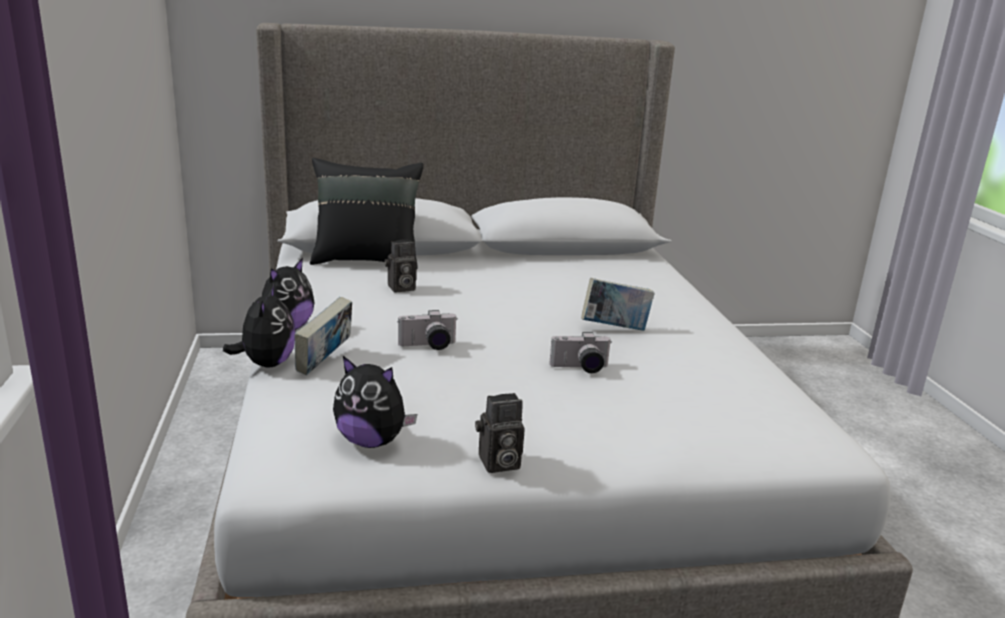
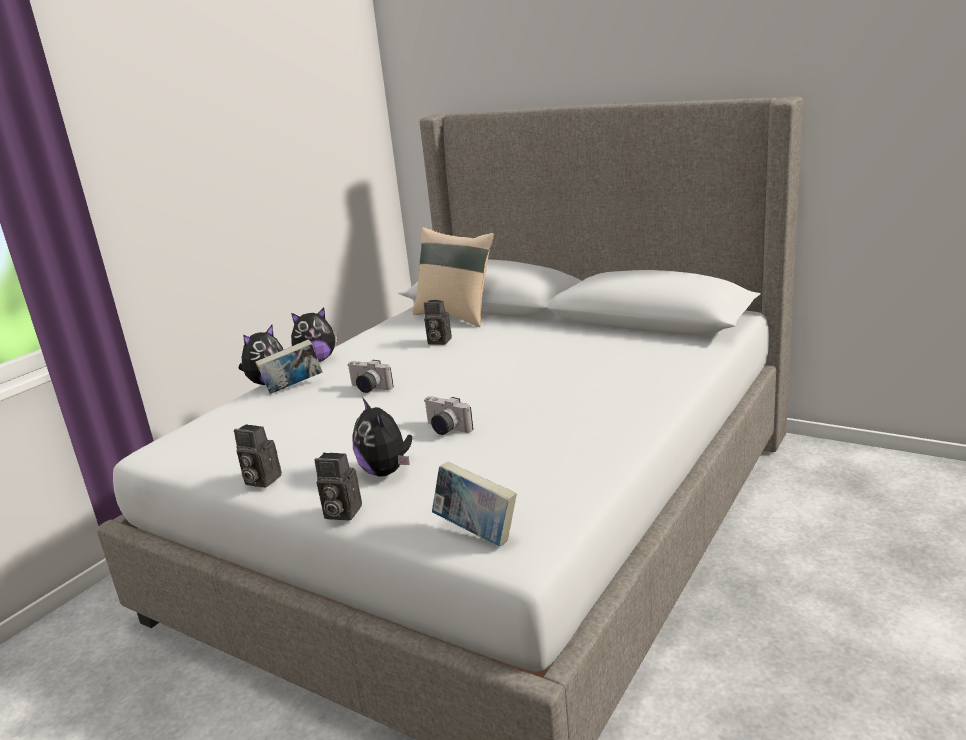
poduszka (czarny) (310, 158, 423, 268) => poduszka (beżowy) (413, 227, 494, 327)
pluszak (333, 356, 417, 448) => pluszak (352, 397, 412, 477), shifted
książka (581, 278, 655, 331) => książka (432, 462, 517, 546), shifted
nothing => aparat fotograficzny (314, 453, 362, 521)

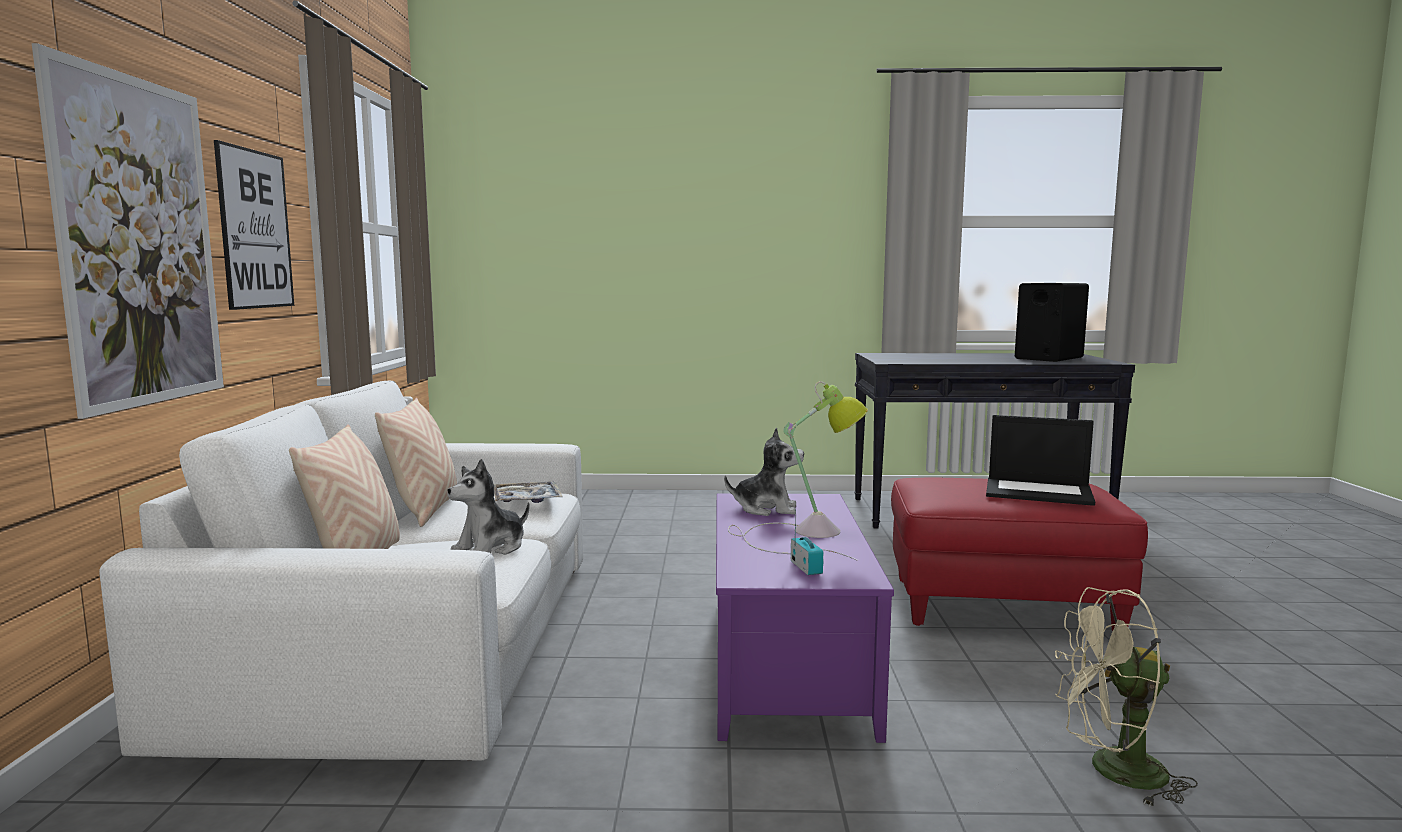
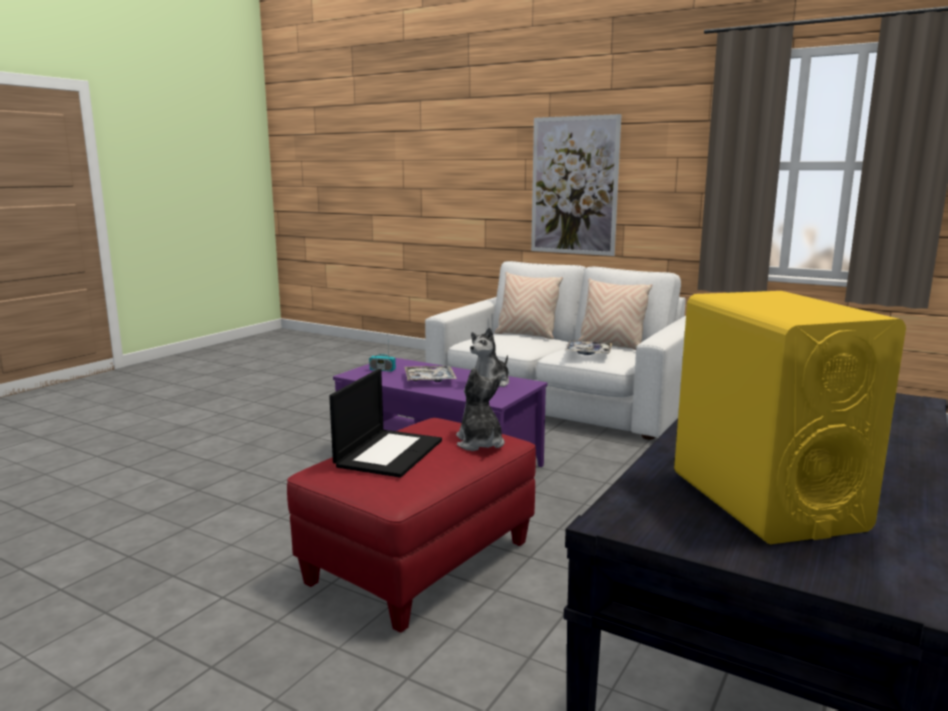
obraz (214, 140, 294, 310) => nothing
pluszak (447, 459, 530, 555) => pluszak (456, 367, 505, 451), shifted
lampa stołowa (728, 381, 868, 561) => taca (404, 366, 457, 382)
laptop (986, 415, 1095, 506) => laptop (329, 369, 442, 478), 150 degrees clockwise
głośnik (czarny) (1015, 283, 1089, 362) => głośnik (żółty) (674, 291, 906, 544)
wentylator (beżowy) (1055, 587, 1198, 808) => nothing

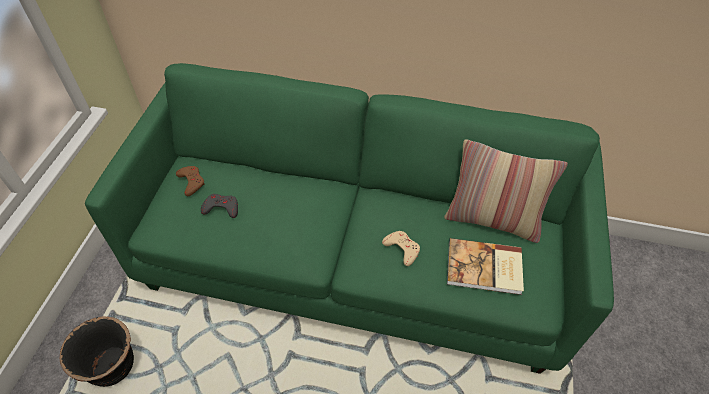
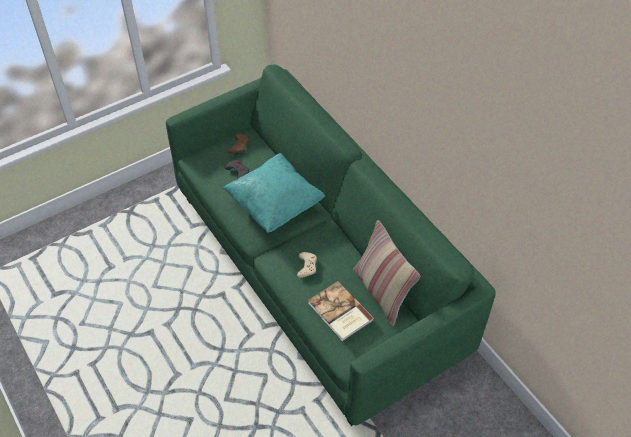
donica (czarny) (60, 317, 134, 387) => nothing
nothing => poduszka (turkusowy) (223, 153, 326, 233)

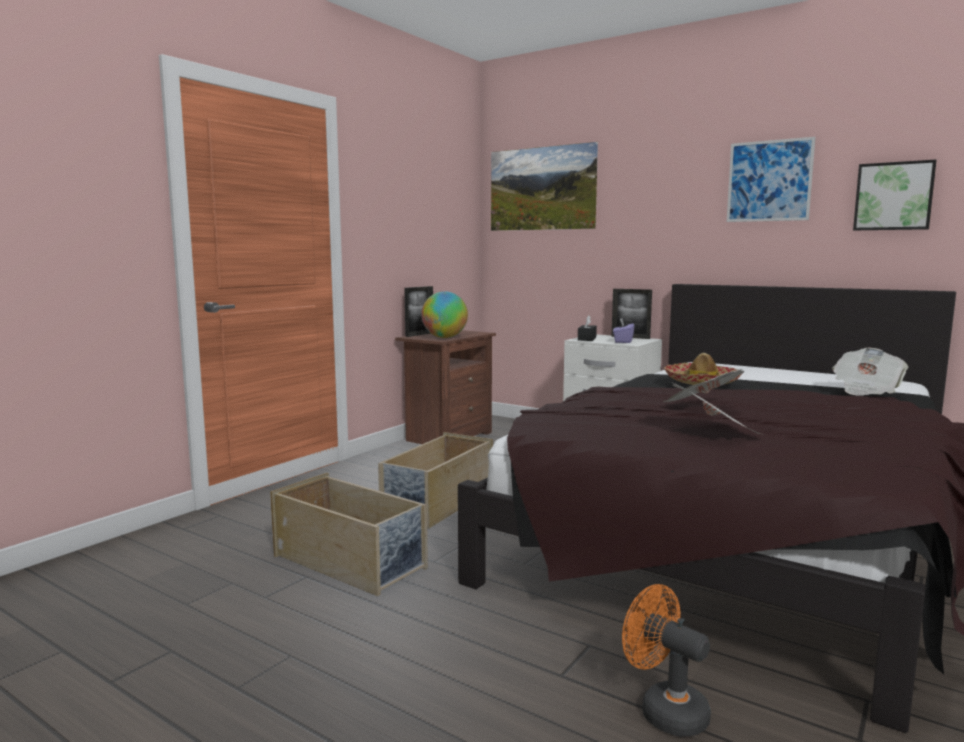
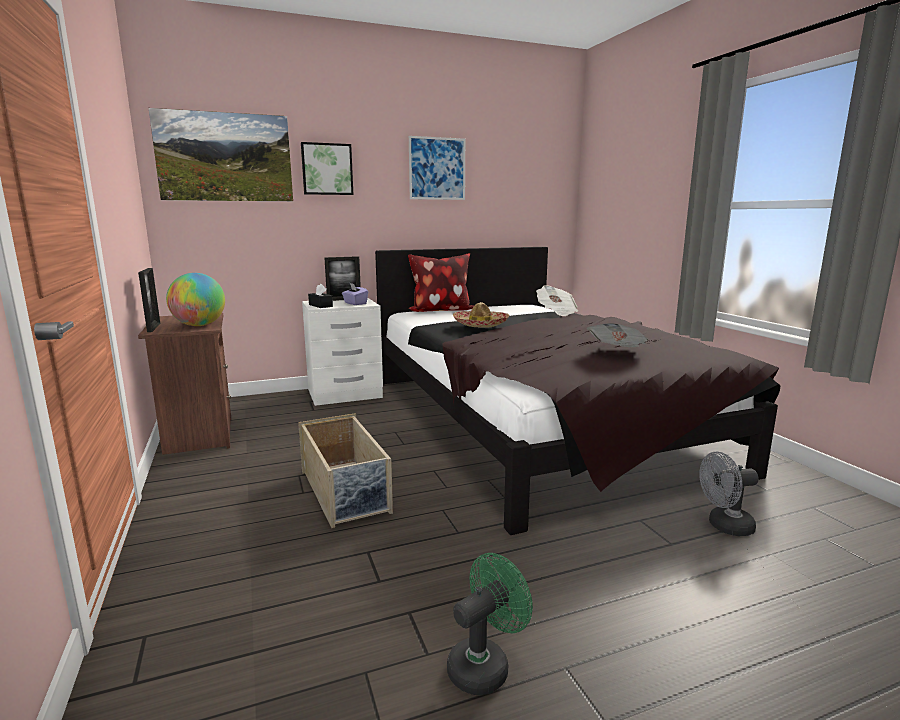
pojemnik do przechowywania (beżowy) (270, 473, 428, 596) => nothing
wentylator (pomarańczowy) (622, 584, 711, 737) => wentylator (szary) (699, 452, 759, 536)
gazeta (663, 369, 744, 402) => nothing
obraz (853, 160, 937, 230) => obraz (301, 142, 353, 195), shifted
nothing => poduszka (408, 253, 474, 312)
nothing => wentylator (zielony) (447, 553, 533, 695)

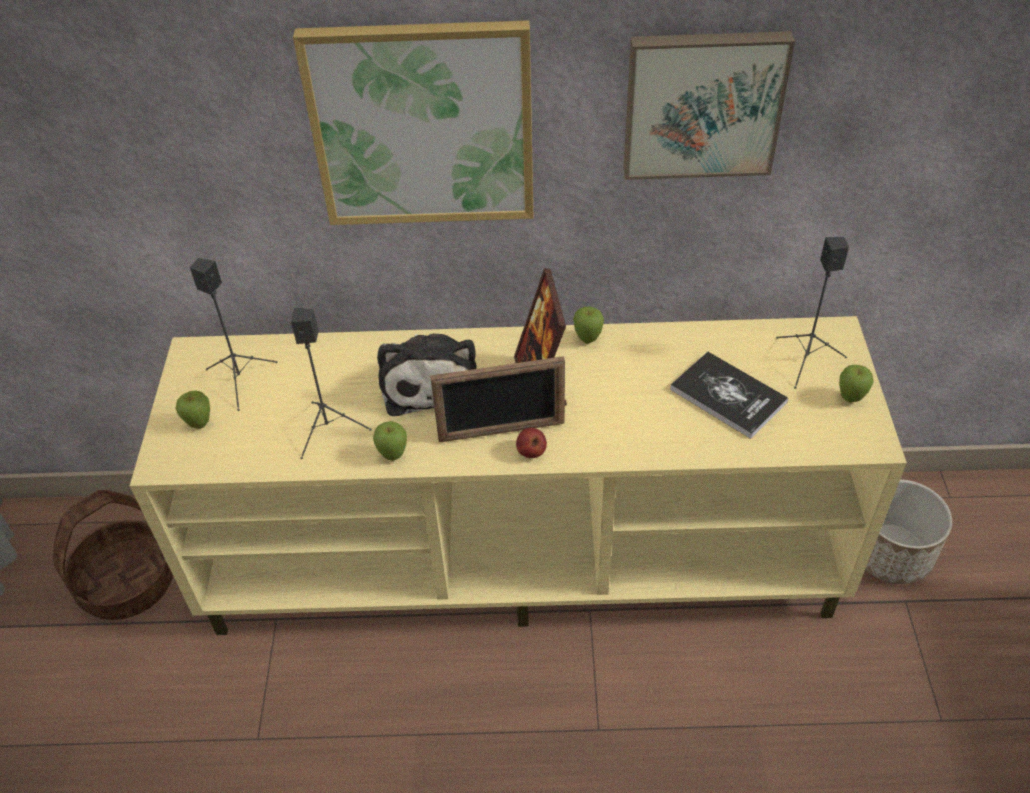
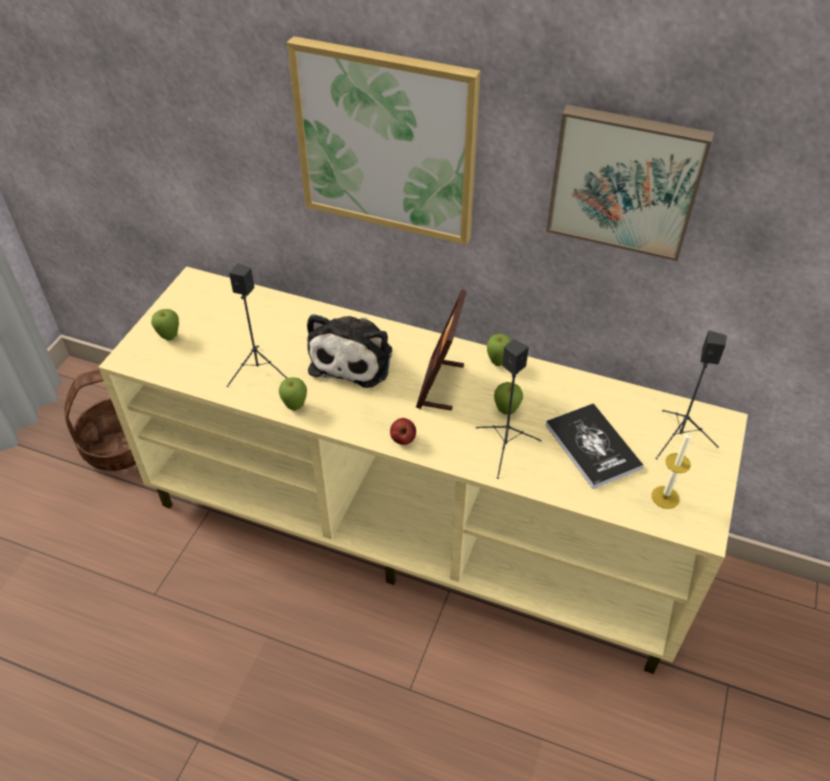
głośnik (czarny) (190, 258, 277, 411) => głośnik (czarny) (476, 339, 542, 479), shifted
ramka na zdjęcie (430, 356, 565, 442) => nothing
jabłko (839, 365, 874, 402) => jabłko (494, 382, 523, 415), shifted
donica (865, 479, 952, 584) => nothing
nothing => świeca (651, 431, 691, 509)

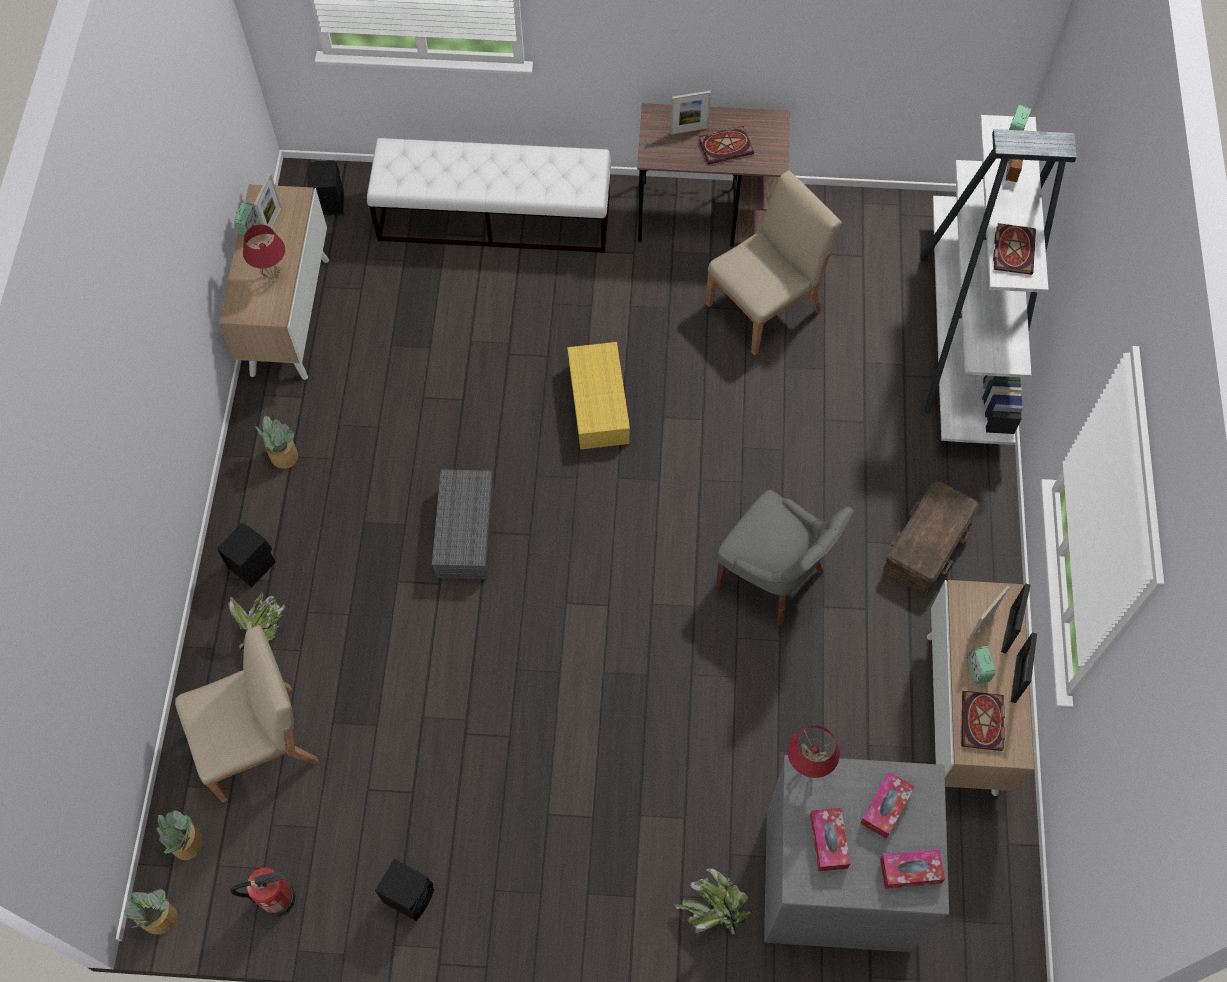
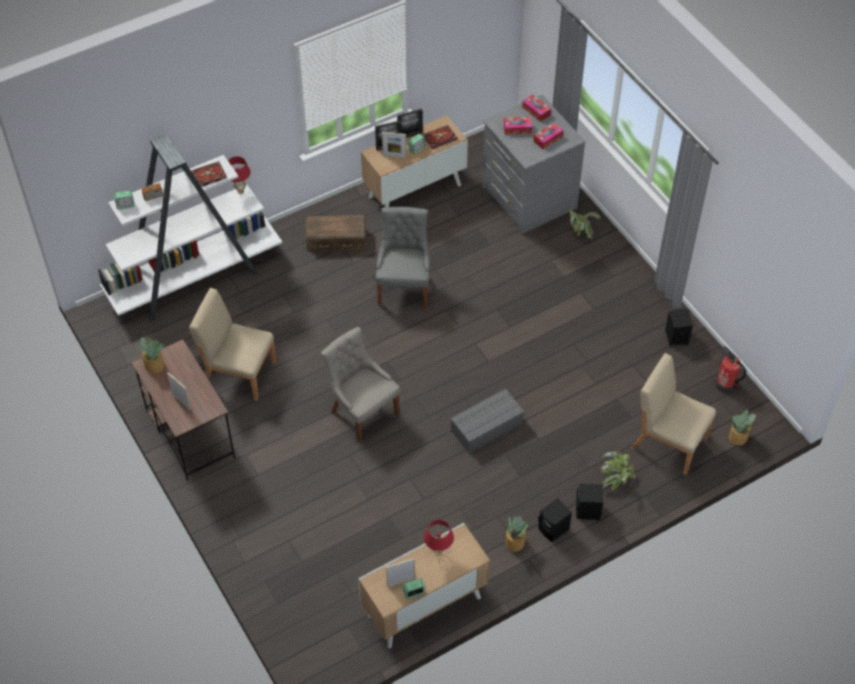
roślina doniczkowa (124, 889, 177, 935) => roślina doniczkowa (138, 337, 164, 374), shifted
głośnik (czarny) (307, 161, 344, 216) => głośnik (czarny) (538, 498, 572, 542), shifted
ławka (biały) (367, 138, 611, 253) => nothing
pojemnik do przechowywania (żółty) (567, 342, 630, 449) => krzesło (szary) (321, 327, 400, 443)
książka (698, 126, 754, 165) => nothing
lampa stołowa (czerwony) (788, 726, 840, 778) => lampa stołowa (czerwony) (228, 156, 251, 194), shifted

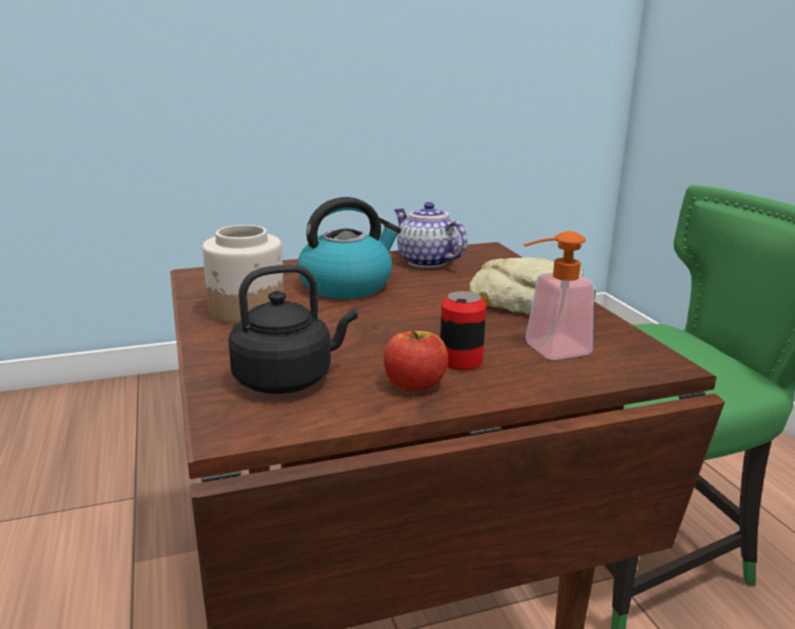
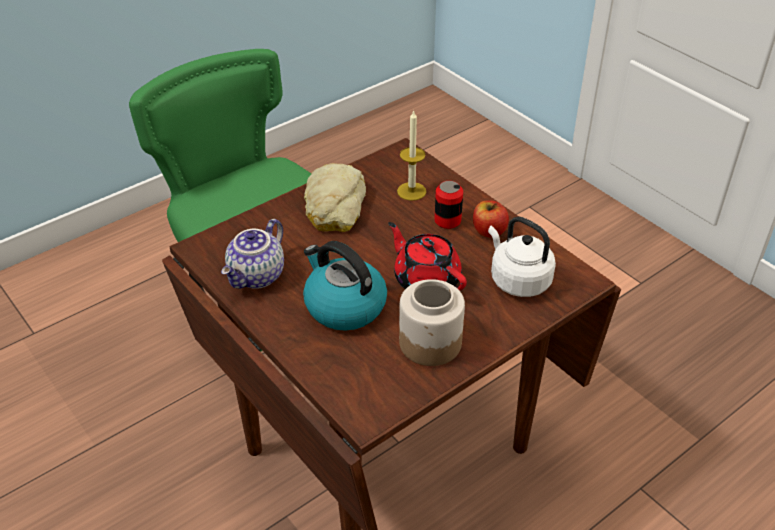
czajnik (czarny) (228, 265, 358, 394) => czajnik (biały) (488, 217, 556, 297)
dozownik mydła (523, 231, 594, 360) => świeca (397, 110, 426, 201)
nothing => imbryk (czerwony) (388, 222, 467, 291)

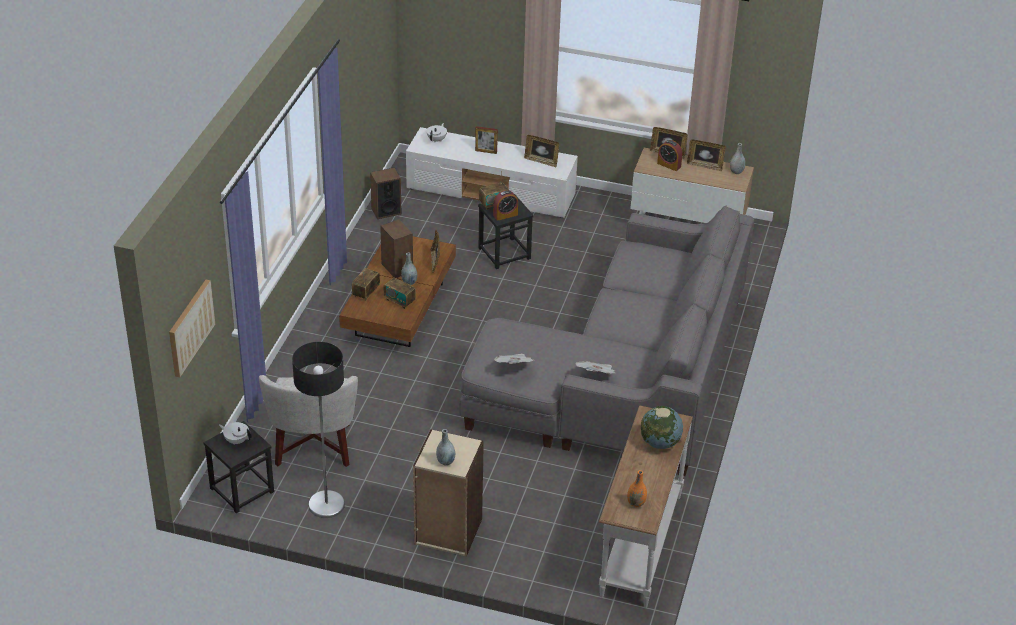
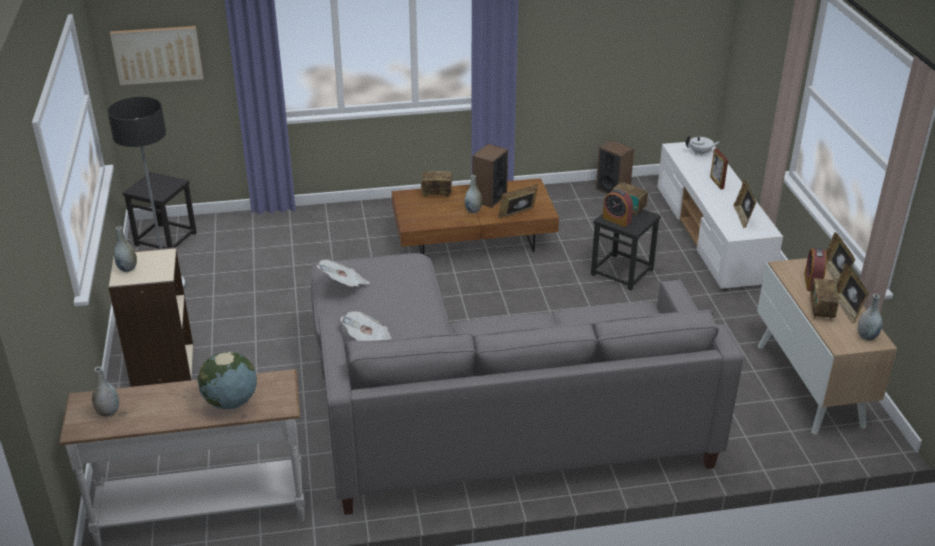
imbryk (biały) (219, 422, 252, 444) => nothing
fotel (biały) (259, 375, 358, 467) => nothing
radio (384, 278, 416, 309) => radio (810, 278, 839, 321), shifted
wazon (pomarańczowy) (627, 470, 647, 507) => wazon (szary) (92, 367, 119, 417)

